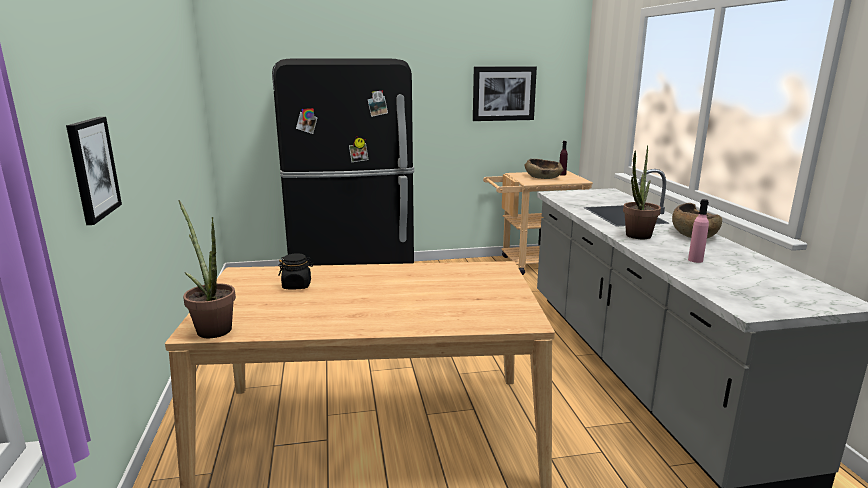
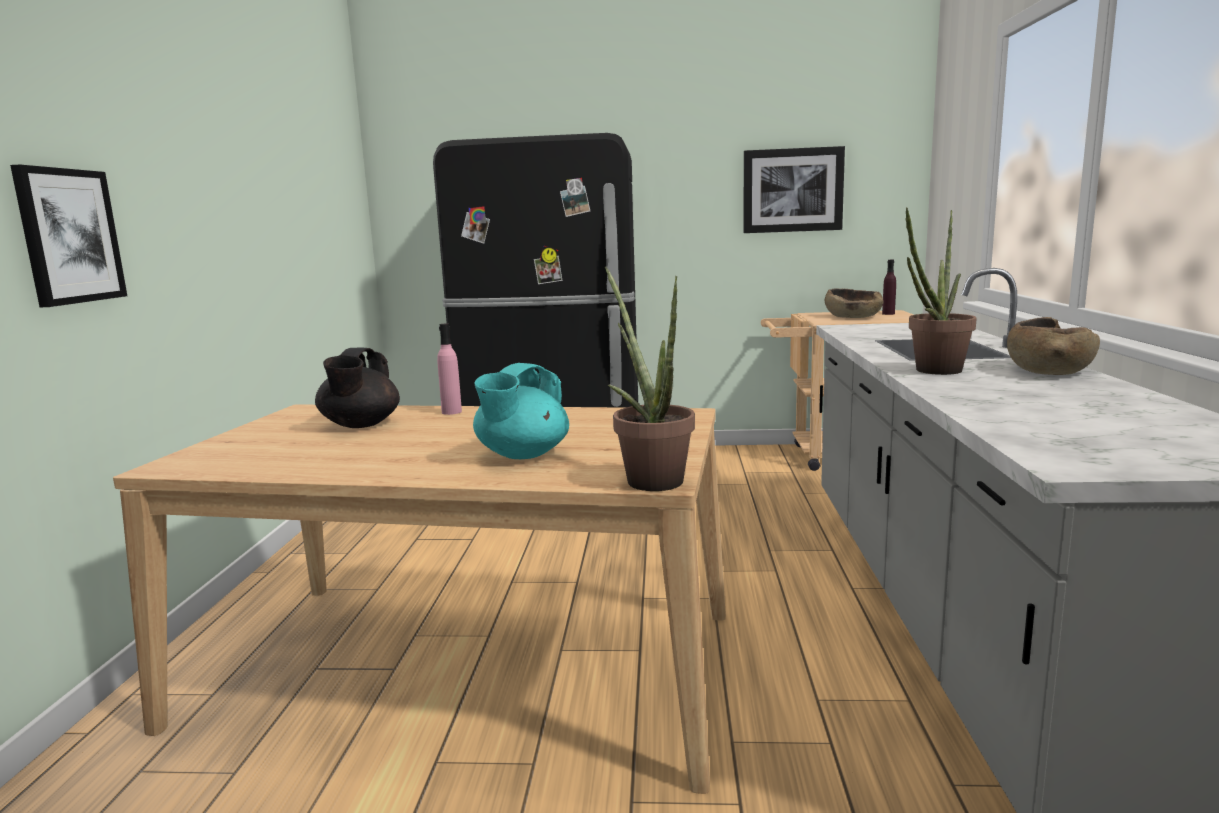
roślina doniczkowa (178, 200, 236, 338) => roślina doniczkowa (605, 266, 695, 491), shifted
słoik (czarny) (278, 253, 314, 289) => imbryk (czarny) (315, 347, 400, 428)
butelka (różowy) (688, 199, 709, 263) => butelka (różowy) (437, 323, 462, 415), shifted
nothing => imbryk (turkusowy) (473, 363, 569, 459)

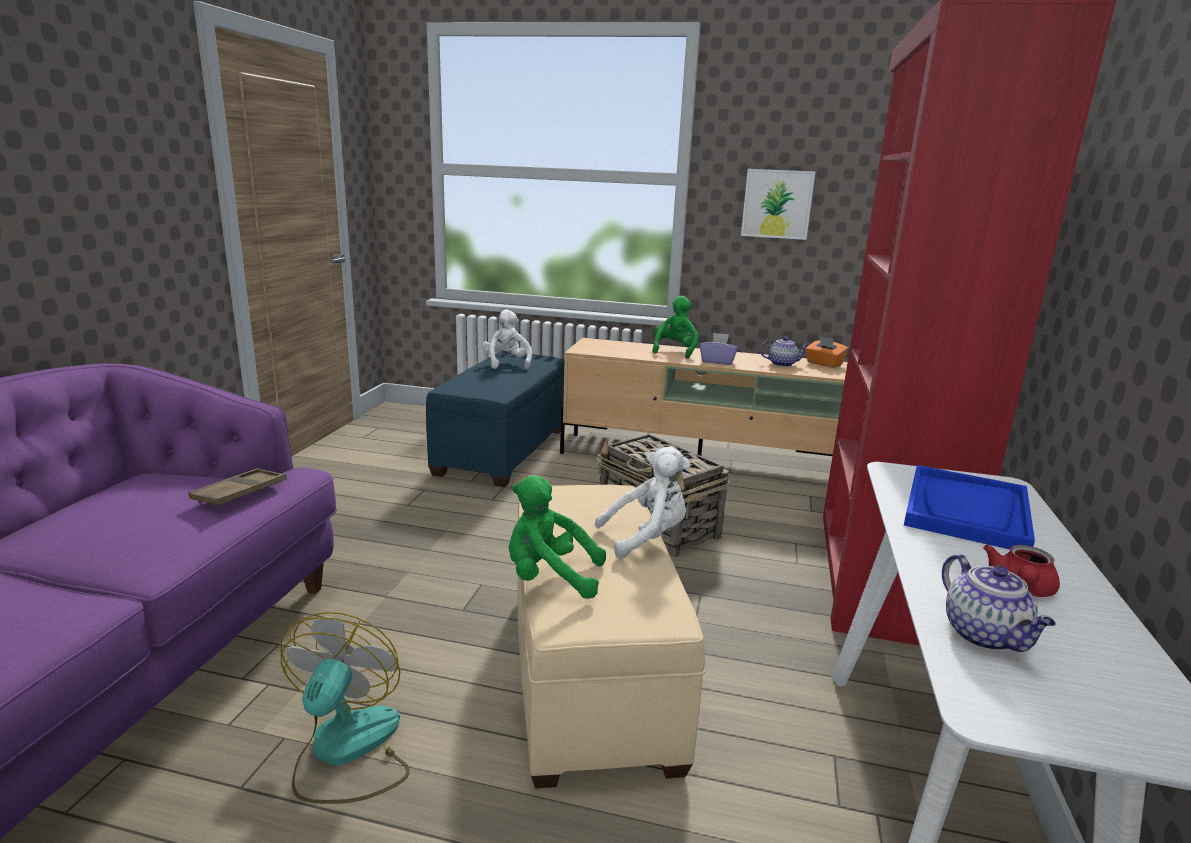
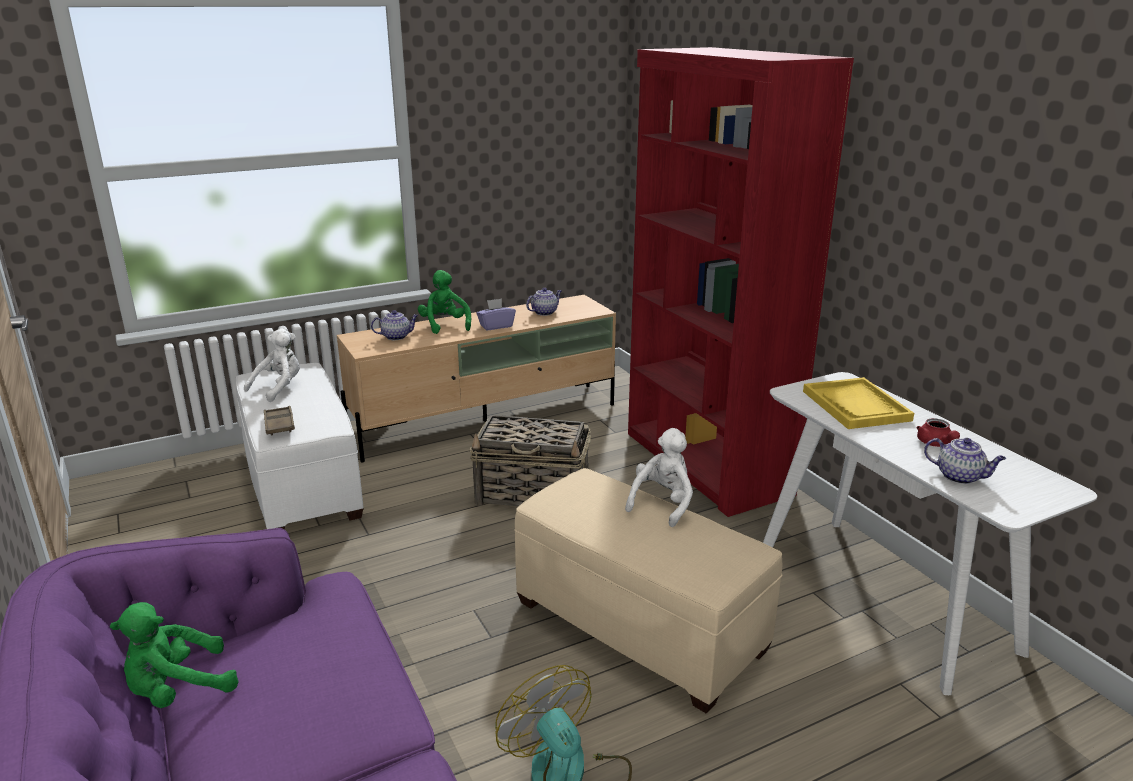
taca (brązowy) (189, 468, 287, 507) => taca (brązowy) (264, 406, 295, 435), shifted
pufa (niebieski) (426, 353, 564, 487) => pufa (biały) (236, 363, 364, 529)
pluszak (biały) (482, 309, 532, 370) => pluszak (biały) (244, 328, 300, 402), 90 degrees clockwise
pluszak (zielony) (509, 475, 606, 599) => pluszak (zielony) (110, 602, 239, 708), shifted
obraz (741, 169, 815, 240) => nothing
pudełko chusteczek (pomarańczowy) (805, 336, 848, 368) => nothing
taca (niebieski) (904, 465, 1035, 549) => taca (żółty) (803, 377, 914, 429)
nothing => imbryk (371, 310, 418, 340)

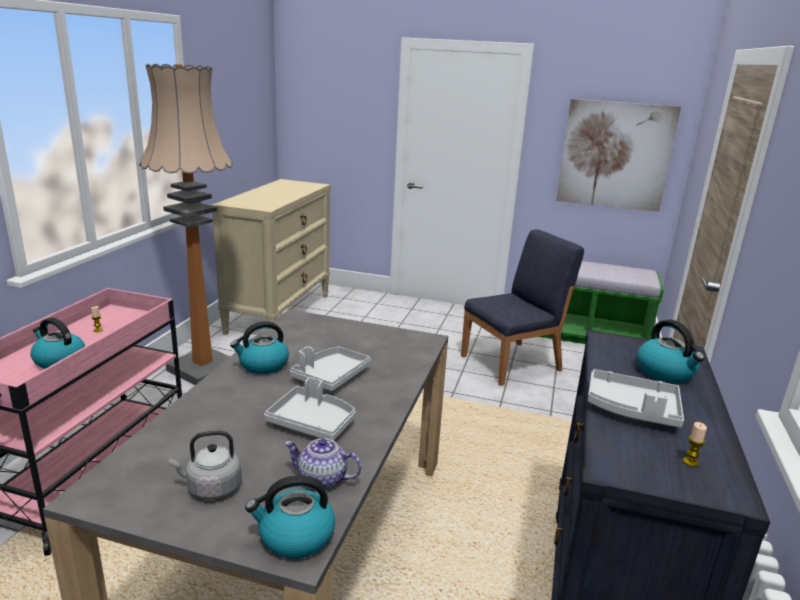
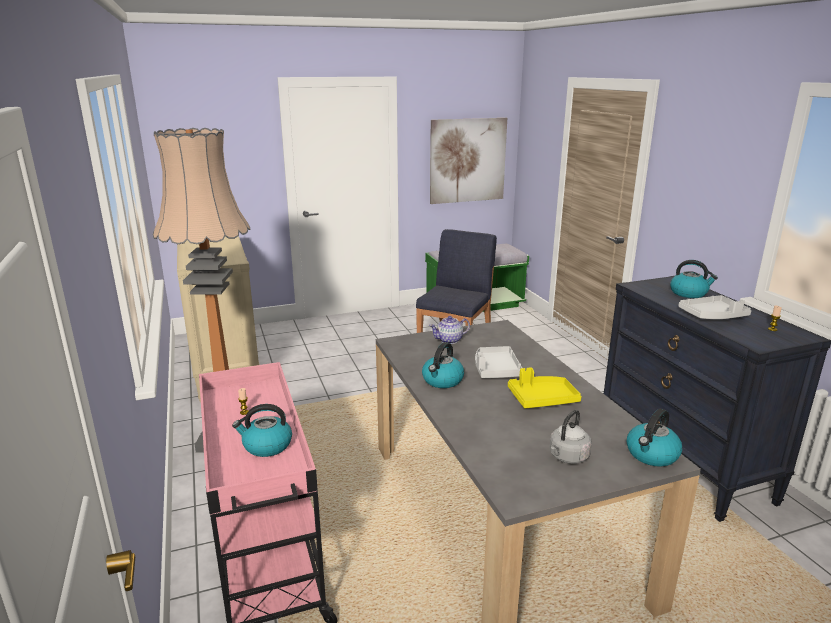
taca (szary) (264, 377, 356, 441) => taca (żółty) (508, 367, 582, 408)
imbryk (284, 438, 362, 490) => imbryk (429, 316, 470, 344), shifted

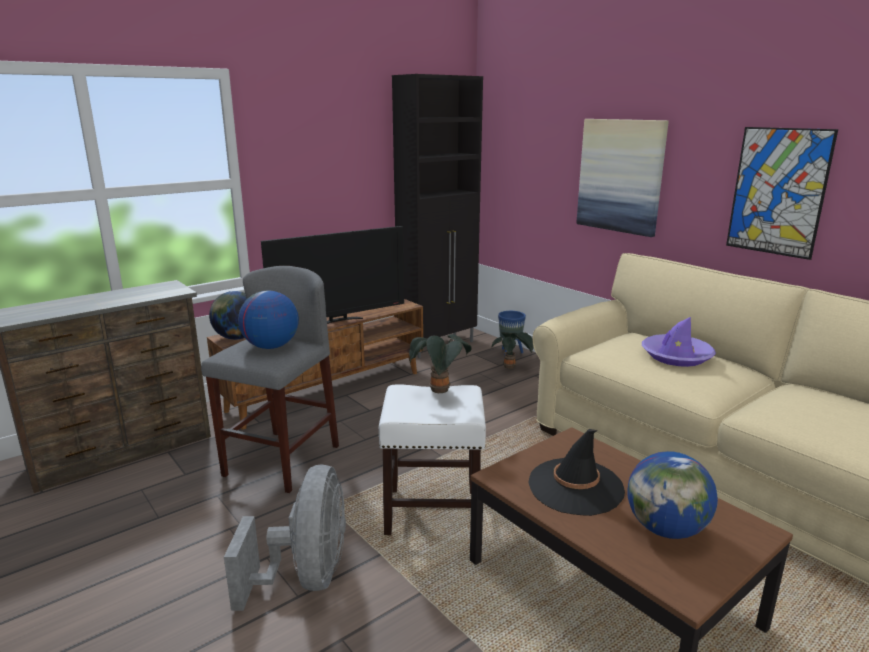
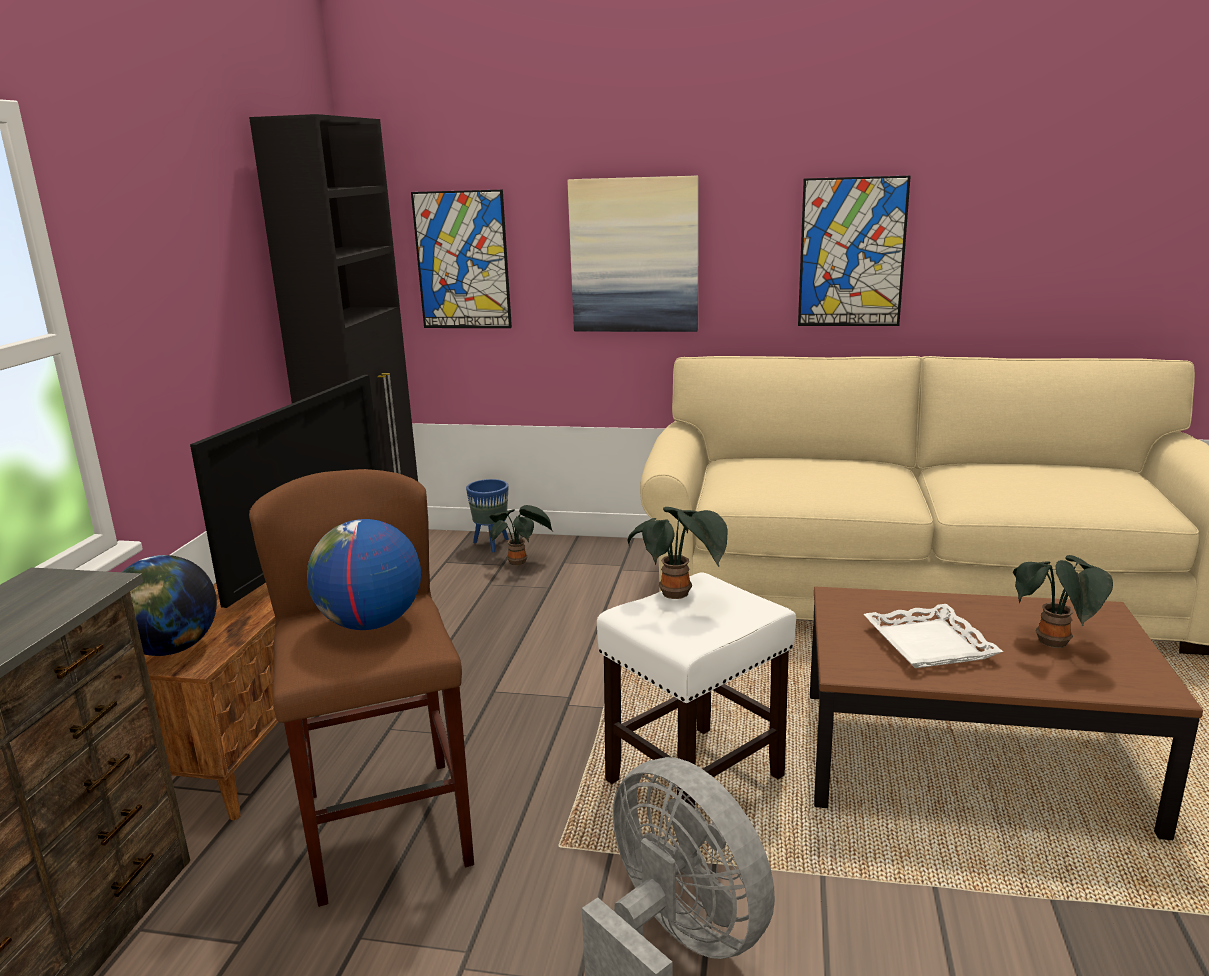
stołek (szary) (201, 266, 339, 493) => stołek (brązowy) (249, 469, 474, 907)
kapelusz (czarny) (528, 429, 625, 516) => taca (biały) (863, 604, 1003, 668)
globus (627, 451, 718, 539) => roślina doniczkowa (1013, 555, 1113, 648)
kapelusz (fioletowy) (642, 317, 716, 367) => nothing
nothing => obraz (411, 189, 512, 328)

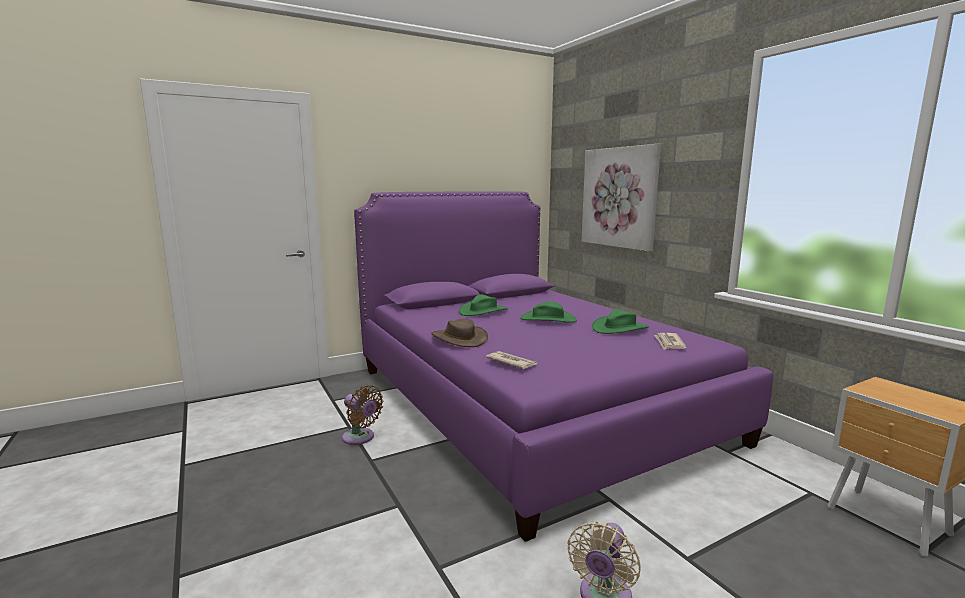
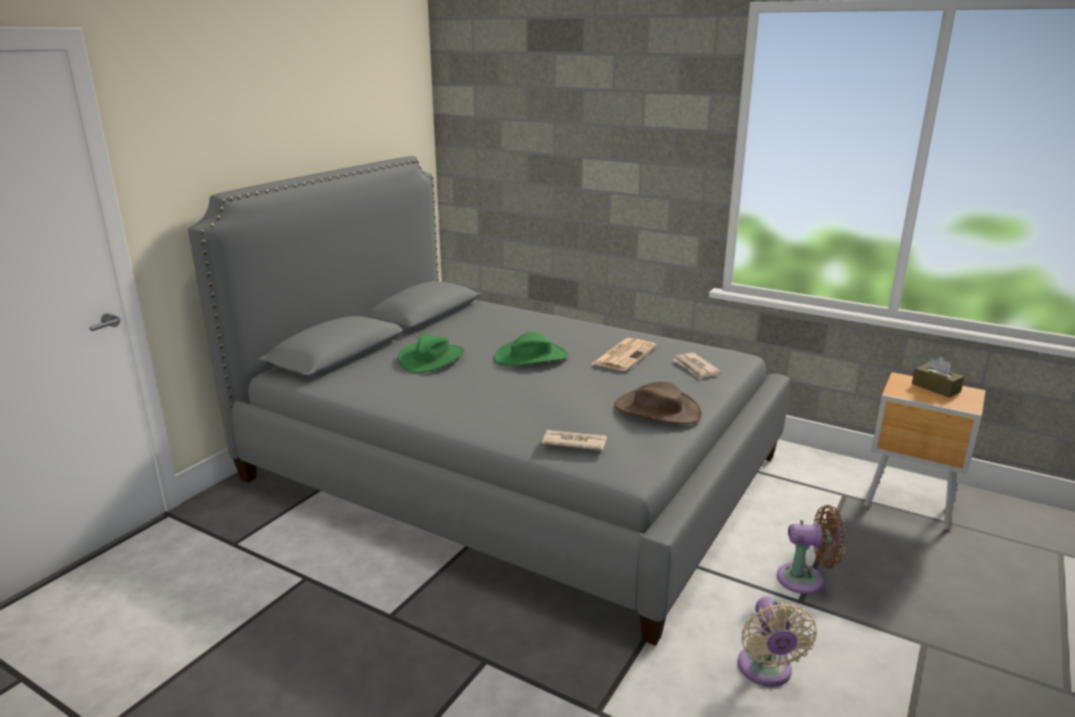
wentylator (brązowy) (342, 385, 383, 445) => wentylator (brązowy) (777, 505, 844, 594), shifted
łóżko (fioletowy) (354, 191, 773, 542) => łóżko (szary) (188, 156, 790, 646)
kapelusz (brązowy) (431, 318, 488, 347) => kapelusz (brązowy) (614, 381, 702, 424), shifted
obraz (581, 144, 661, 251) => nothing
kapelusz (zielony) (592, 309, 649, 334) => gazeta (592, 338, 656, 371)
nothing => pudełko chusteczek (brązowy) (912, 357, 964, 398)

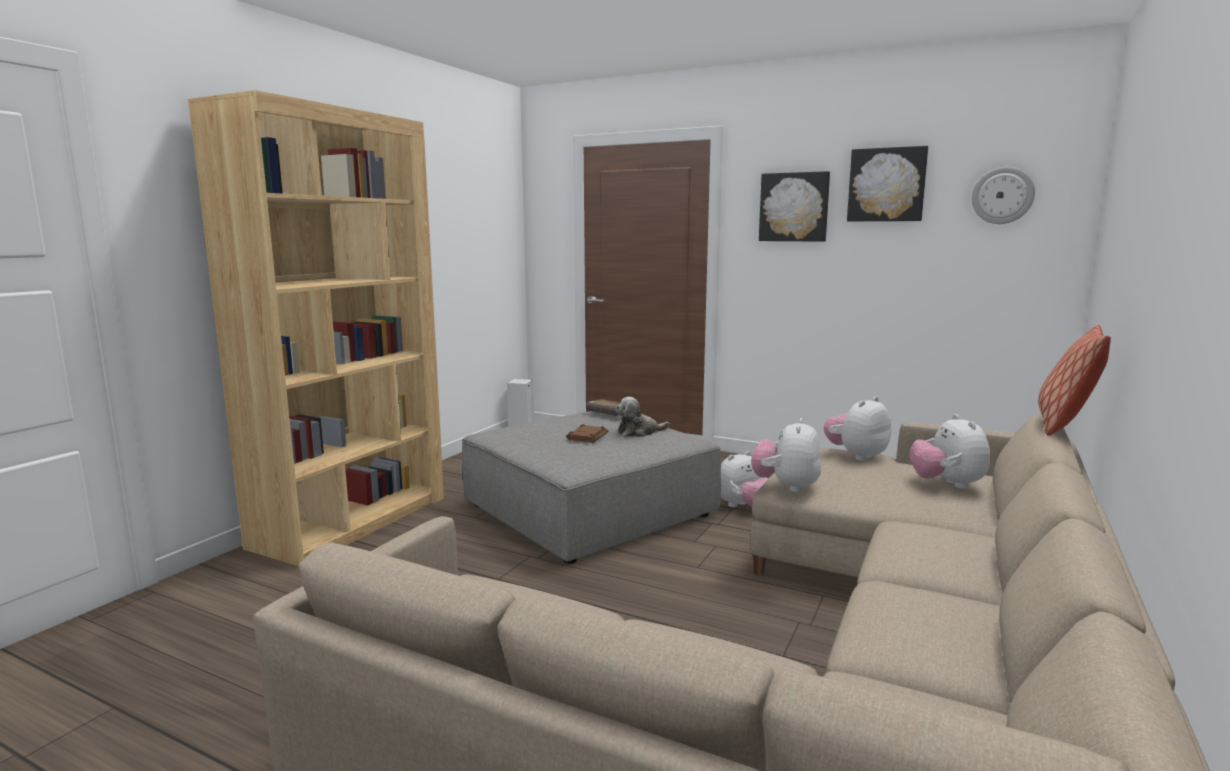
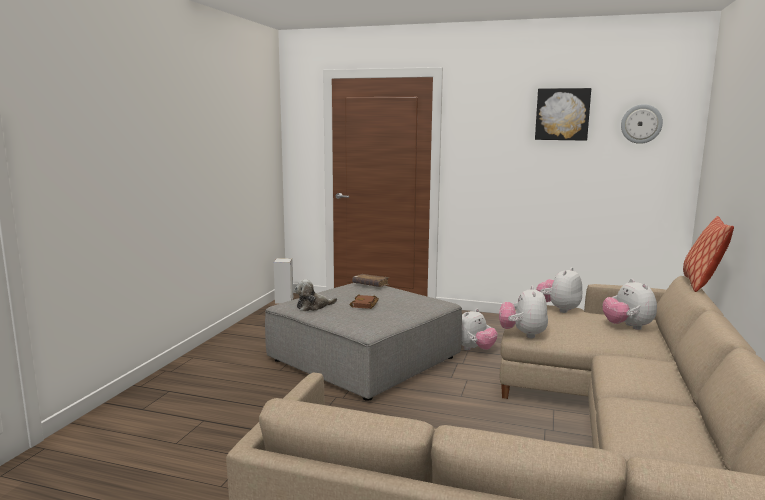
regał (brązowy) (188, 90, 444, 566) => nothing
pluszak (616, 397, 670, 437) => pluszak (294, 279, 337, 311), shifted
obraz (759, 171, 830, 242) => nothing

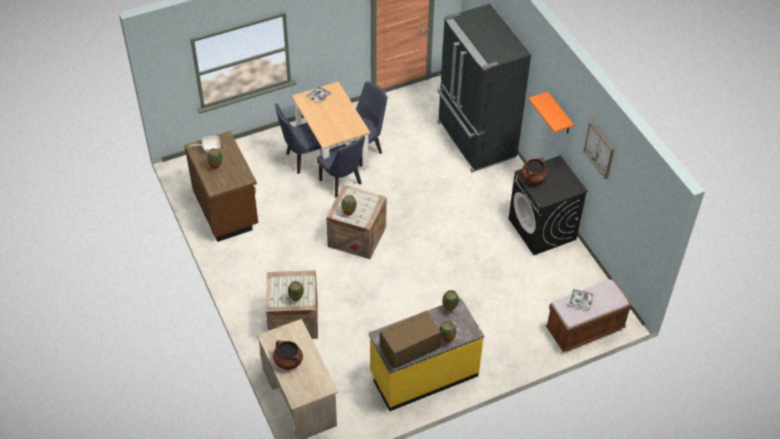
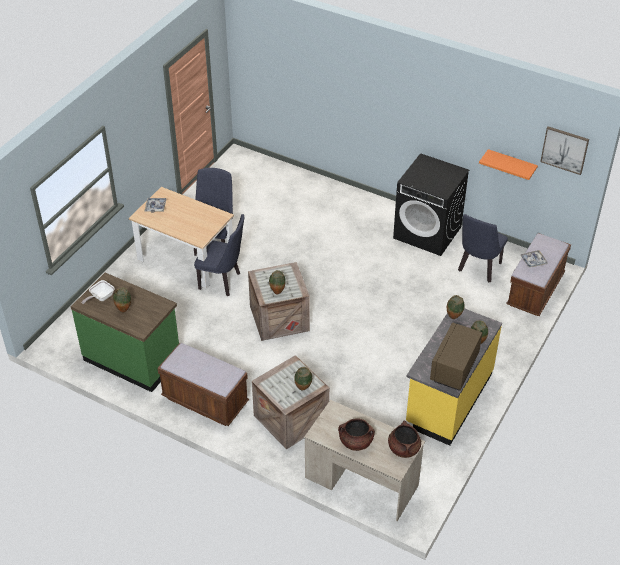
zabudowa kuchenna (brązowy) (184, 131, 258, 242) => zabudowa kuchenna (zielony) (71, 273, 179, 392)
krzesło (niebieski) (275, 103, 322, 174) => krzesło (niebieski) (458, 214, 508, 282), shifted
lodówka (czarny) (437, 4, 531, 172) => nothing
garnek (brązowy) (521, 158, 548, 184) => garnek (brązowy) (388, 420, 421, 458), shifted
półka (pomarańczowy) (528, 92, 574, 134) => półka (pomarańczowy) (479, 149, 538, 180), shifted
obraz (584, 122, 614, 179) => obraz (540, 126, 589, 175), shifted
nothing => ławka (brązowy) (157, 343, 249, 426)

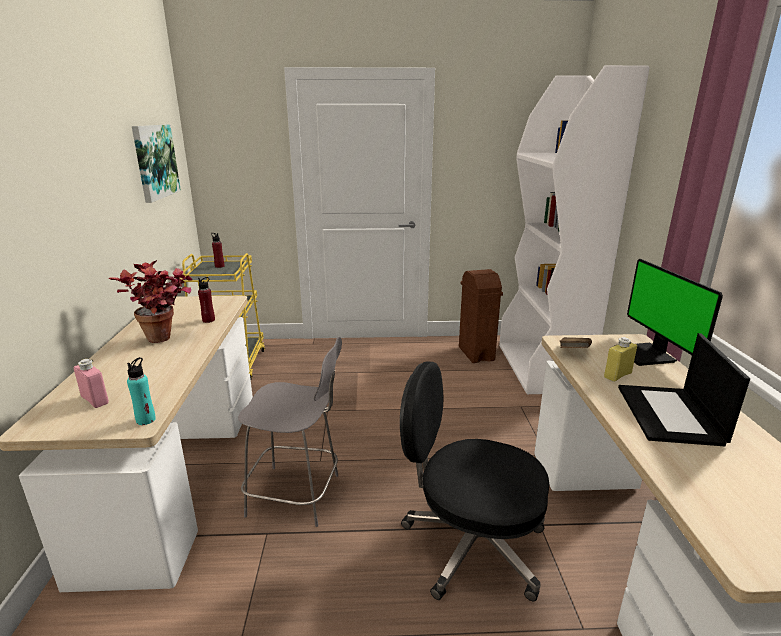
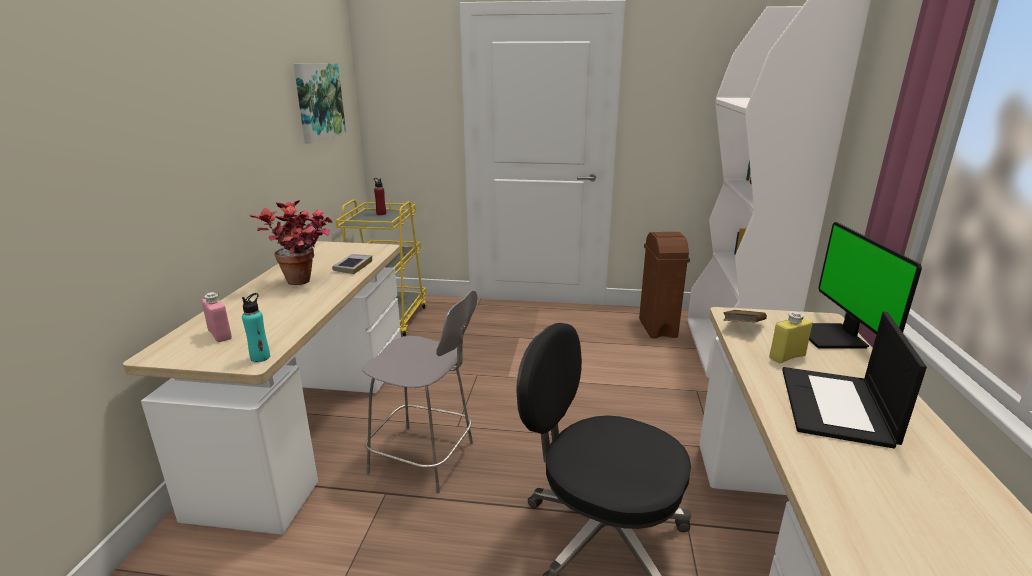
butelka (czerwony) (198, 277, 215, 323) => książka (332, 254, 372, 274)

